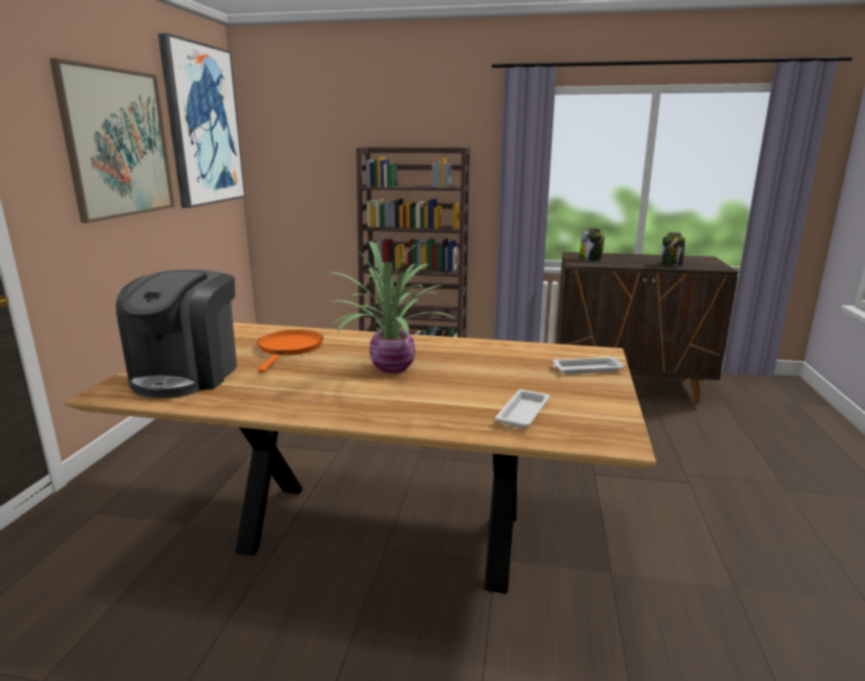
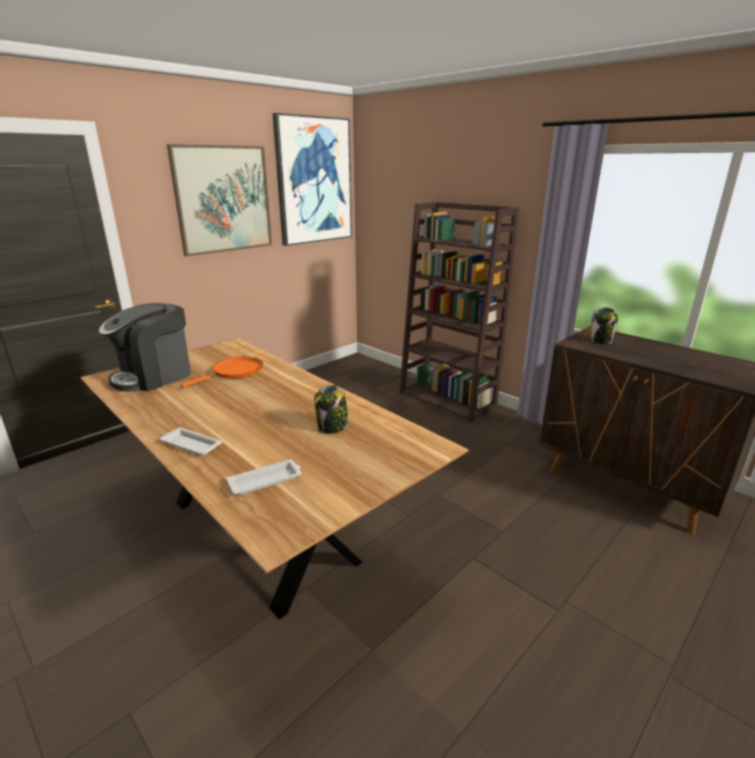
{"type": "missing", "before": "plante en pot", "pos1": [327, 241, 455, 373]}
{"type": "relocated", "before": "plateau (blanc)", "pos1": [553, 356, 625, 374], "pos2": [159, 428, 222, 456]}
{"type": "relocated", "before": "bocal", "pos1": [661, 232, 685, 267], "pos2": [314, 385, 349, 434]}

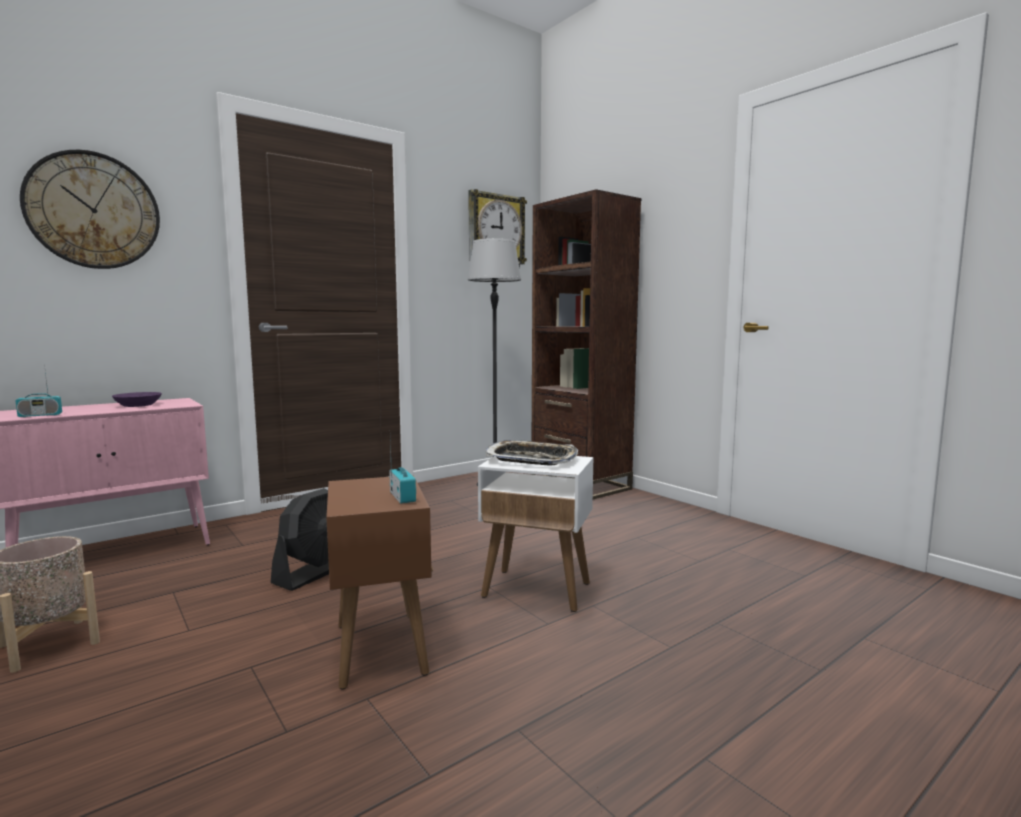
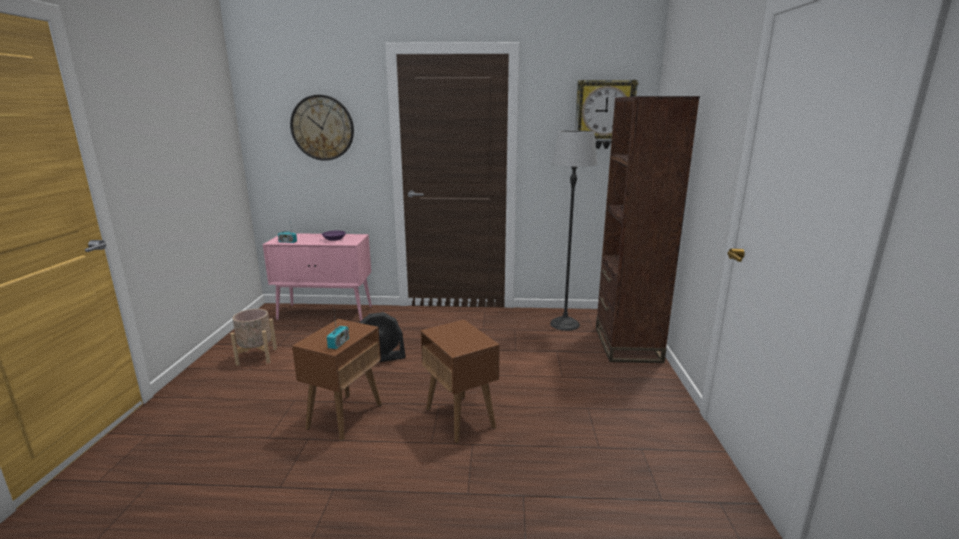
{"type": "missing", "before": "plateau", "pos1": [486, 440, 578, 466]}
{"type": "colour", "before": "table d'appoint (blanc)", "after": "table d'appoint (marron)", "pos1": [478, 456, 593, 612], "pos2": [421, 320, 500, 443]}

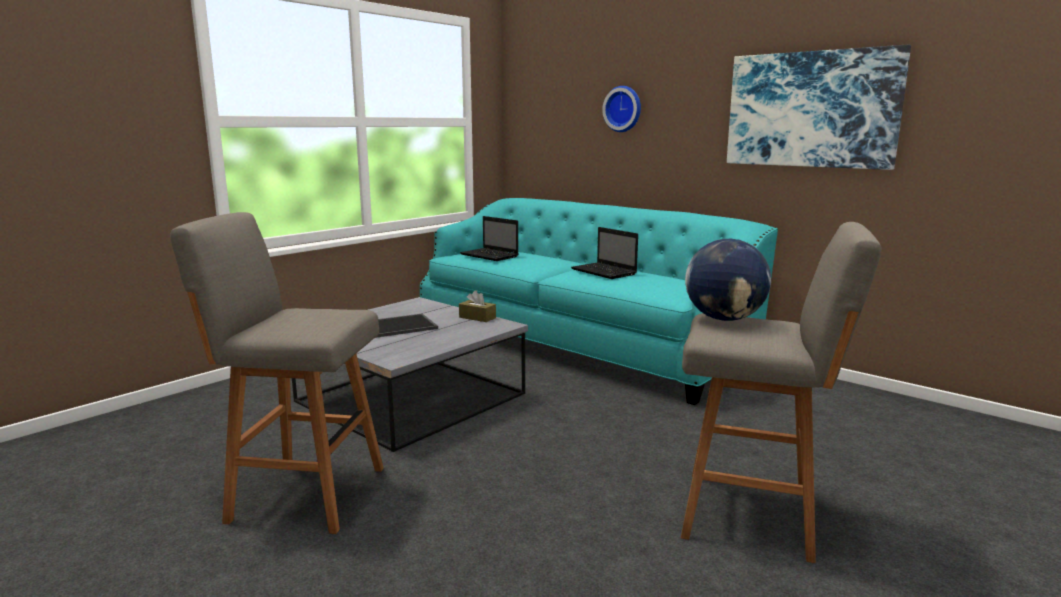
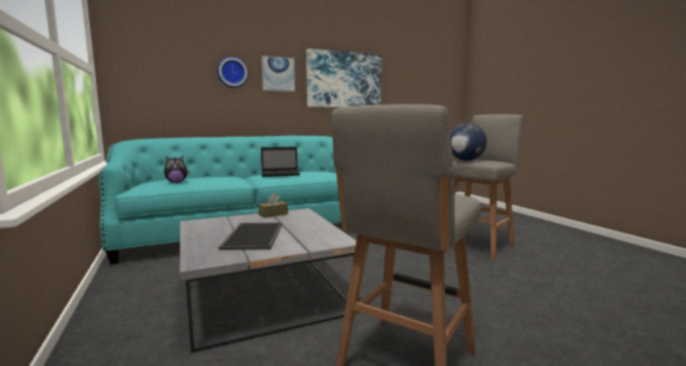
{"type": "appeared", "after": "tableau", "pos2": [261, 56, 295, 92]}
{"type": "exchanged", "before": "ordinateur portable", "after": "peluche", "pos1": [460, 216, 519, 261], "pos2": [164, 156, 189, 183]}

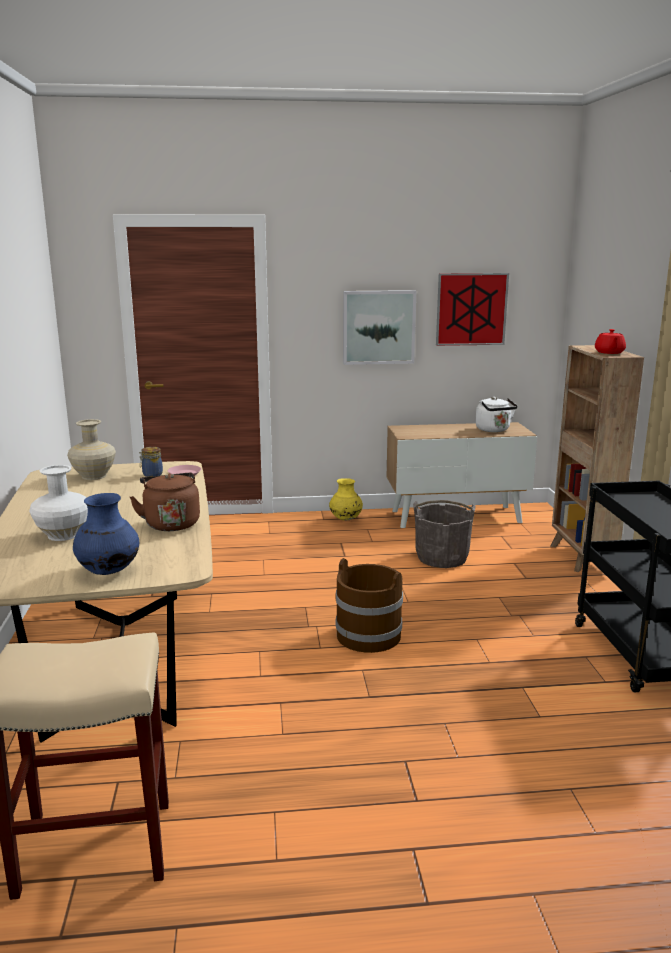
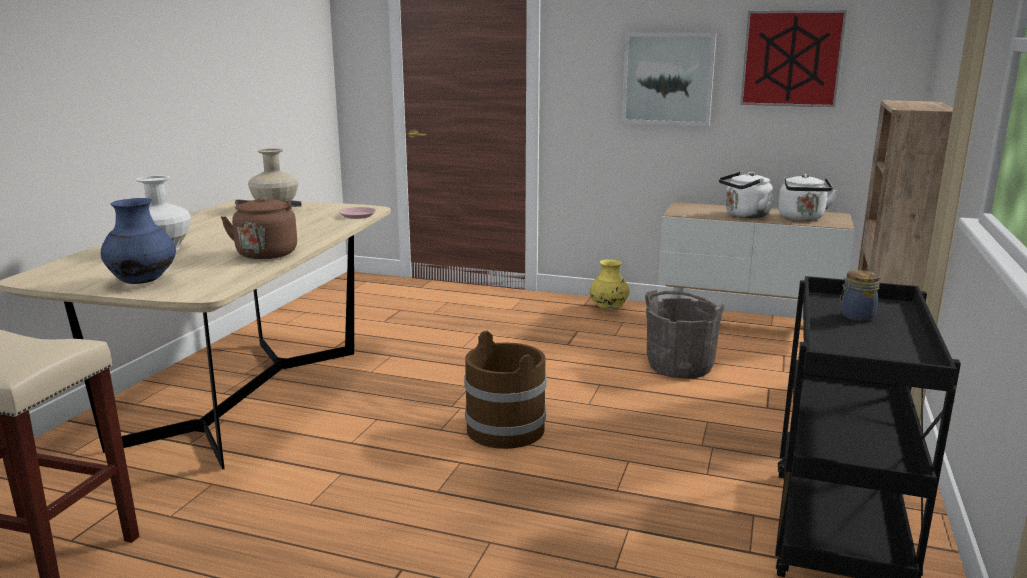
{"type": "missing", "before": "théière (rouge)", "pos1": [595, 329, 626, 354]}
{"type": "appeared", "after": "bouilloire (blanc)", "pos2": [719, 172, 773, 218]}
{"type": "relocated", "before": "bocal", "pos1": [139, 447, 163, 477], "pos2": [840, 270, 880, 321]}

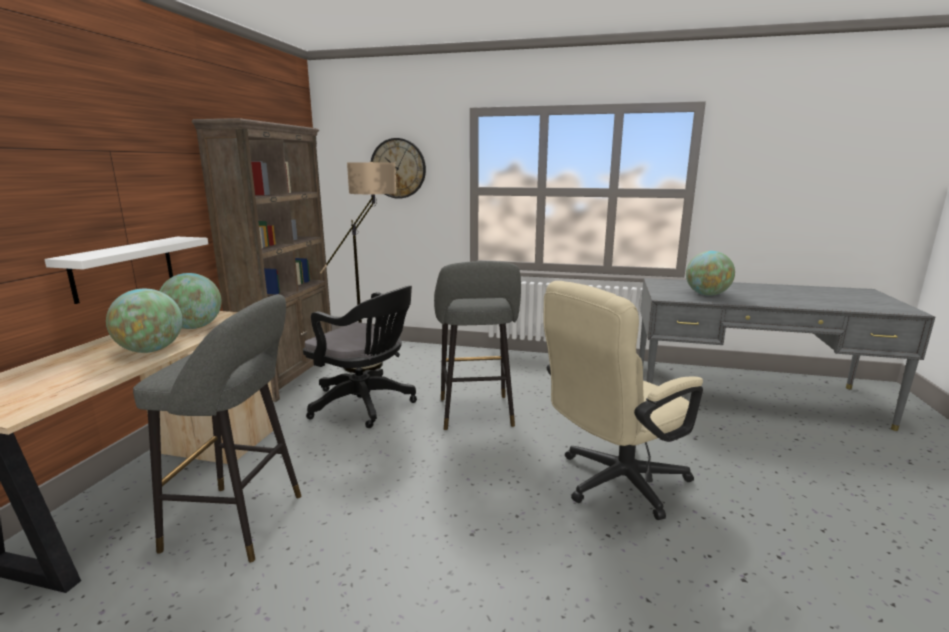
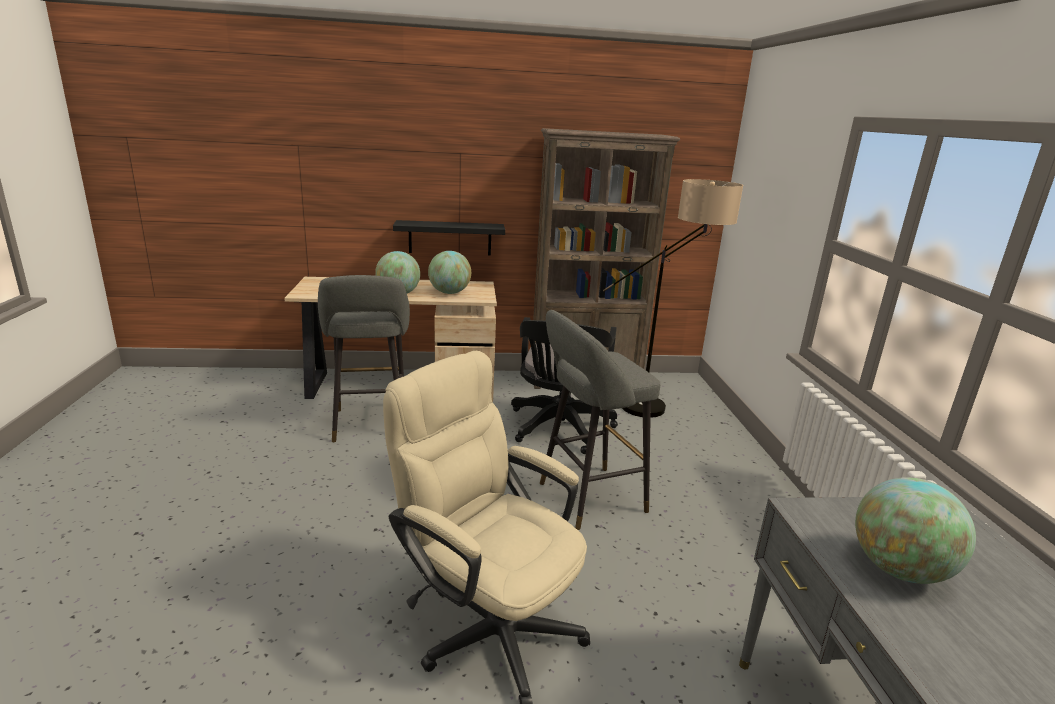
{"type": "missing", "before": "horloge murale", "pos1": [371, 138, 426, 199]}
{"type": "colour", "before": "étagère (blanc)", "after": "étagère (noir)", "pos1": [44, 237, 208, 304], "pos2": [393, 220, 505, 256]}

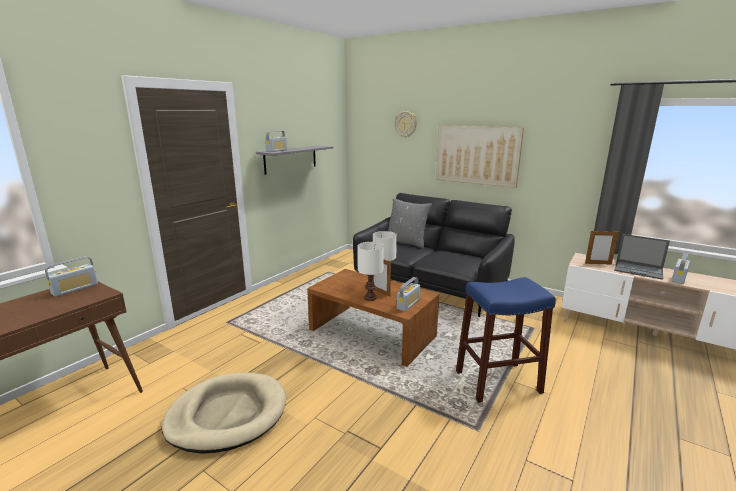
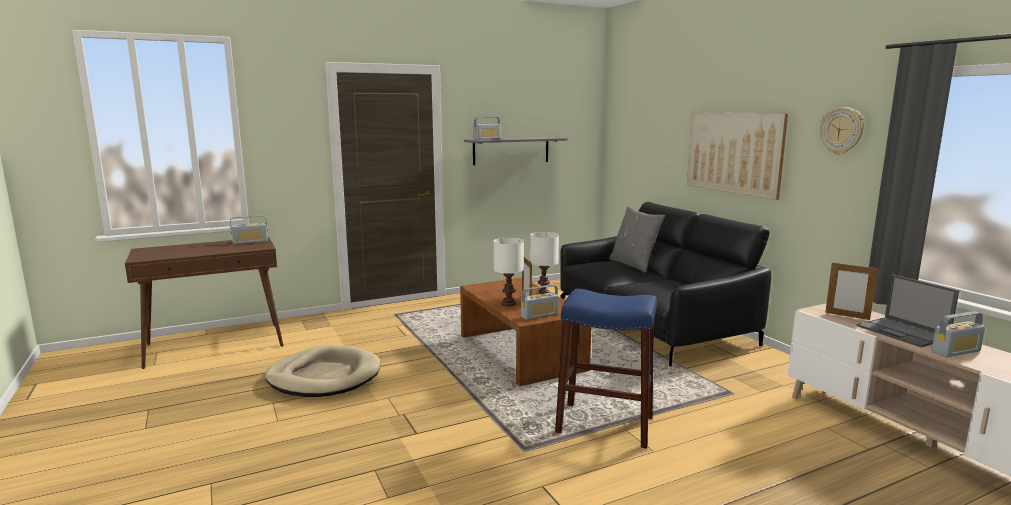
{"type": "relocated", "before": "horloge murale", "pos1": [394, 111, 417, 138], "pos2": [820, 107, 864, 154]}

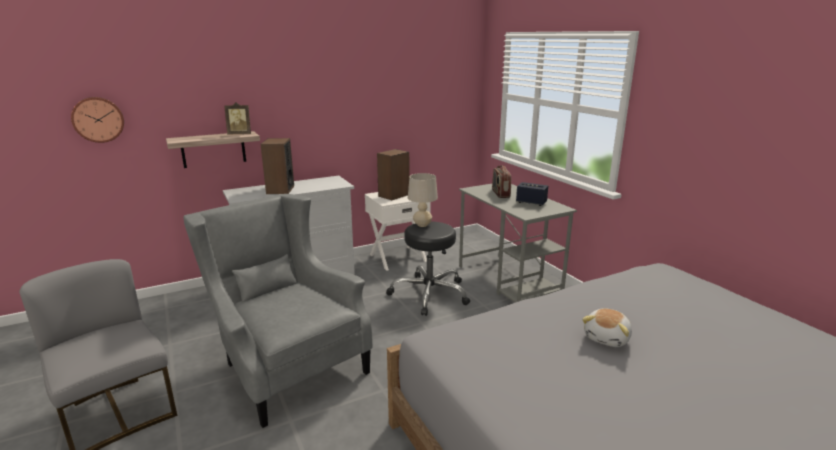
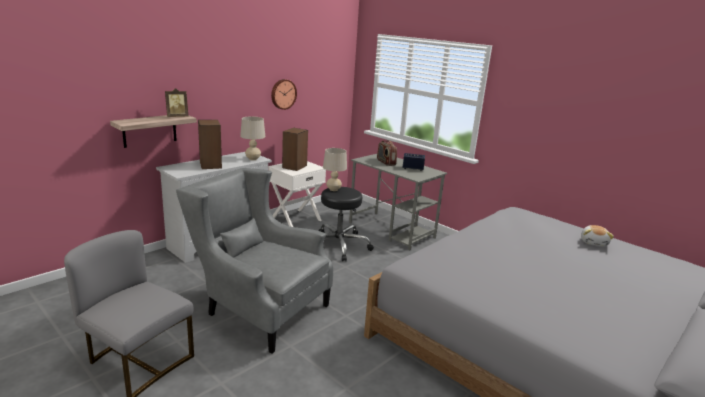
{"type": "appeared", "after": "lampe de table (beige)", "pos2": [240, 116, 265, 160]}
{"type": "relocated", "before": "horloge murale", "pos1": [71, 97, 124, 143], "pos2": [271, 79, 297, 110]}
{"type": "relocated", "before": "peluche", "pos1": [582, 308, 632, 347], "pos2": [581, 225, 614, 247]}

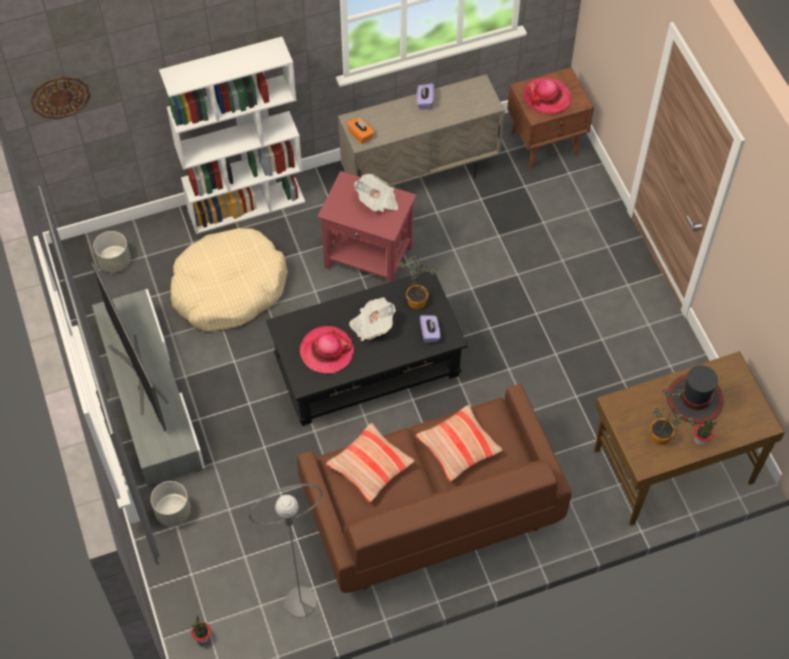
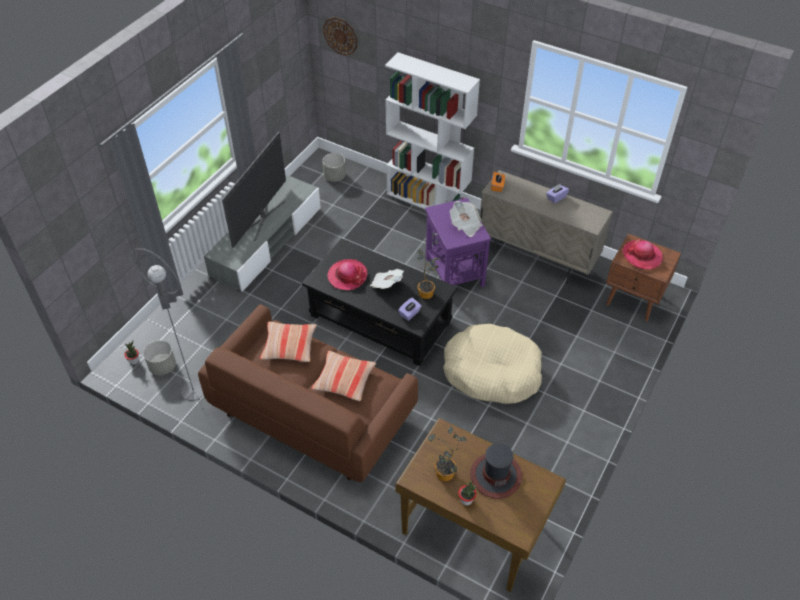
{"type": "relocated", "before": "cache-pot (gris)", "pos1": [151, 481, 191, 526], "pos2": [143, 340, 176, 375]}
{"type": "relocated", "before": "panier pour chien (beige)", "pos1": [171, 228, 288, 331], "pos2": [443, 324, 542, 404]}
{"type": "colour", "before": "table d'appoint (rouge)", "after": "table d'appoint (violet)", "pos1": [317, 171, 416, 283], "pos2": [425, 198, 491, 287]}

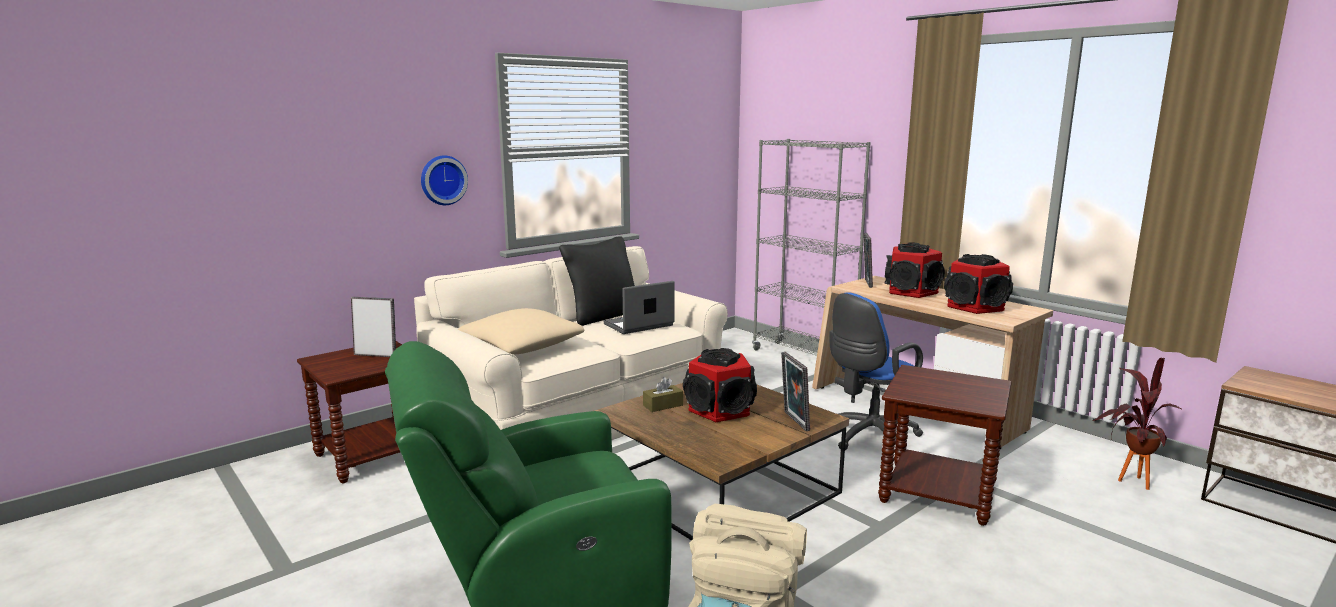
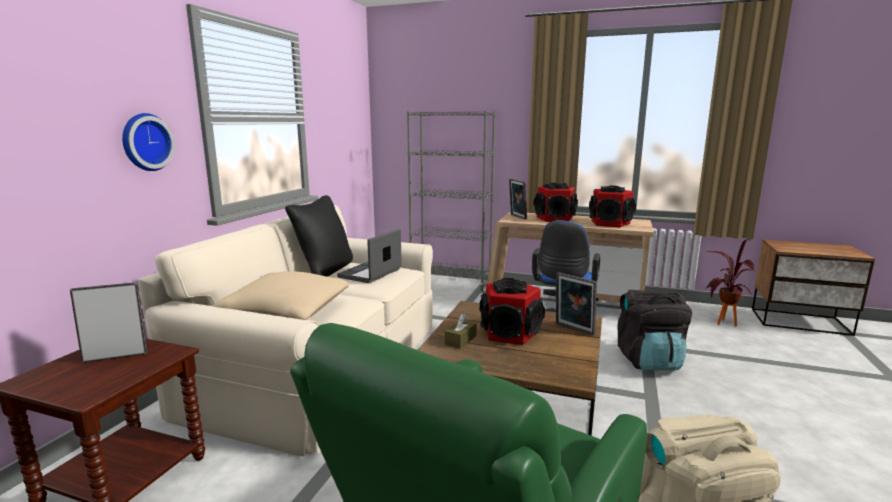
{"type": "exchanged", "before": "table d'appoint (marron)", "after": "sac à dos (noir)", "pos1": [878, 365, 1012, 526], "pos2": [618, 290, 692, 371]}

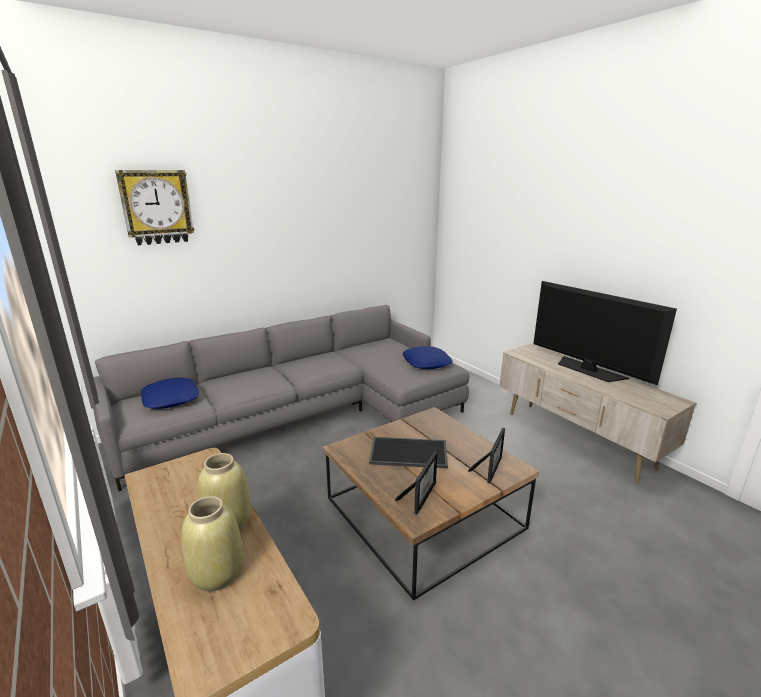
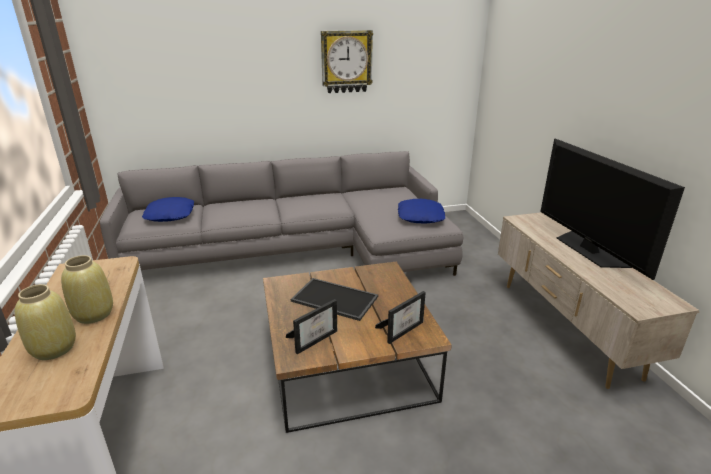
{"type": "relocated", "before": "horloge murale", "pos1": [115, 170, 195, 245], "pos2": [321, 30, 373, 93]}

